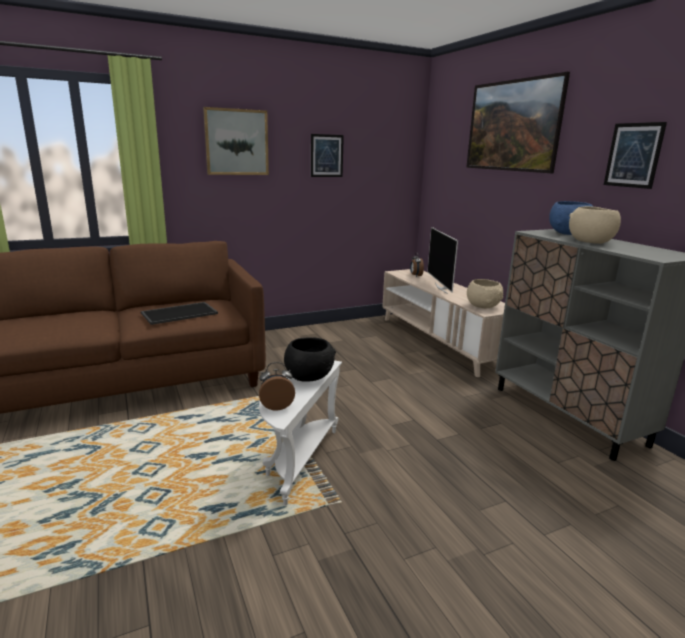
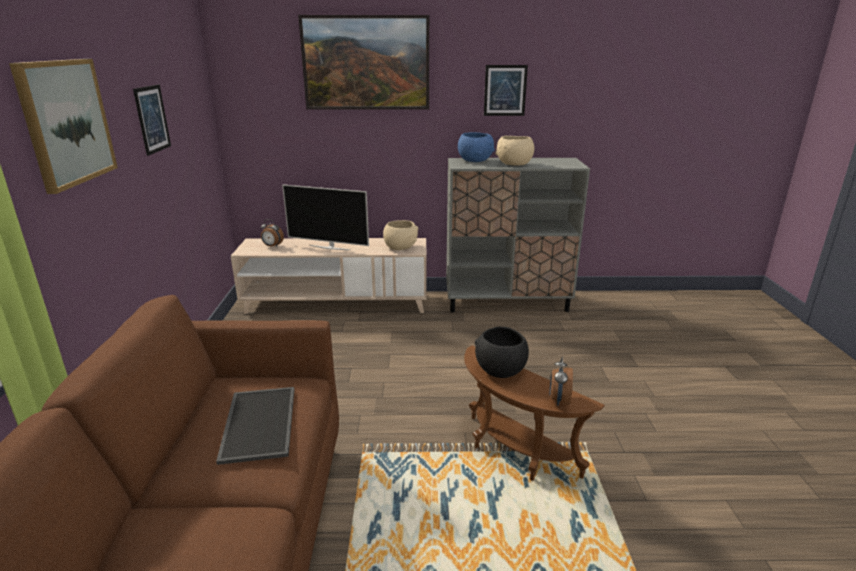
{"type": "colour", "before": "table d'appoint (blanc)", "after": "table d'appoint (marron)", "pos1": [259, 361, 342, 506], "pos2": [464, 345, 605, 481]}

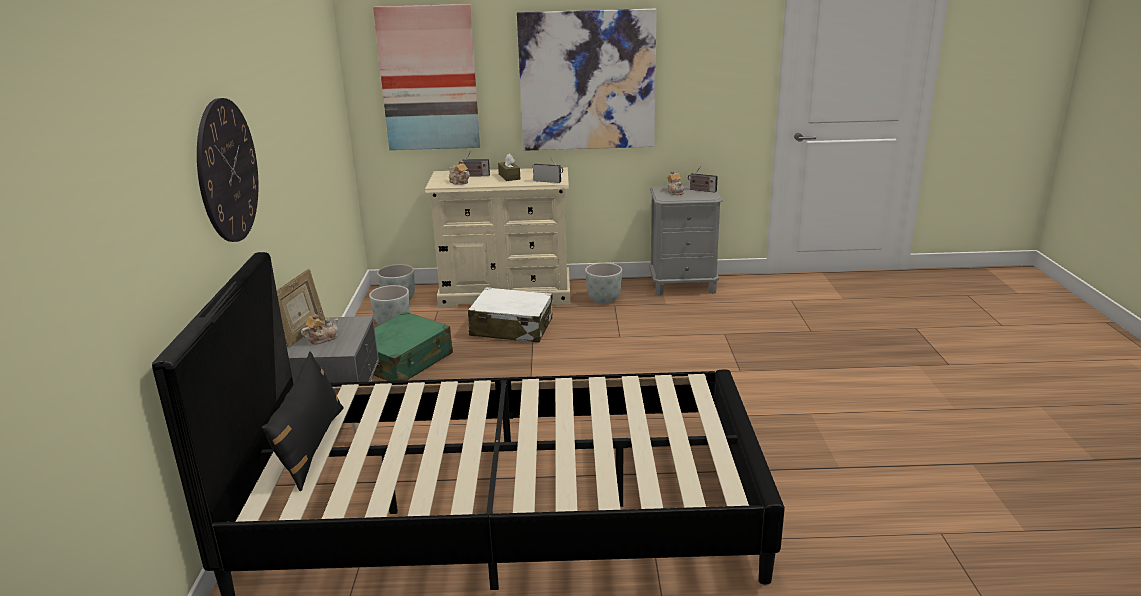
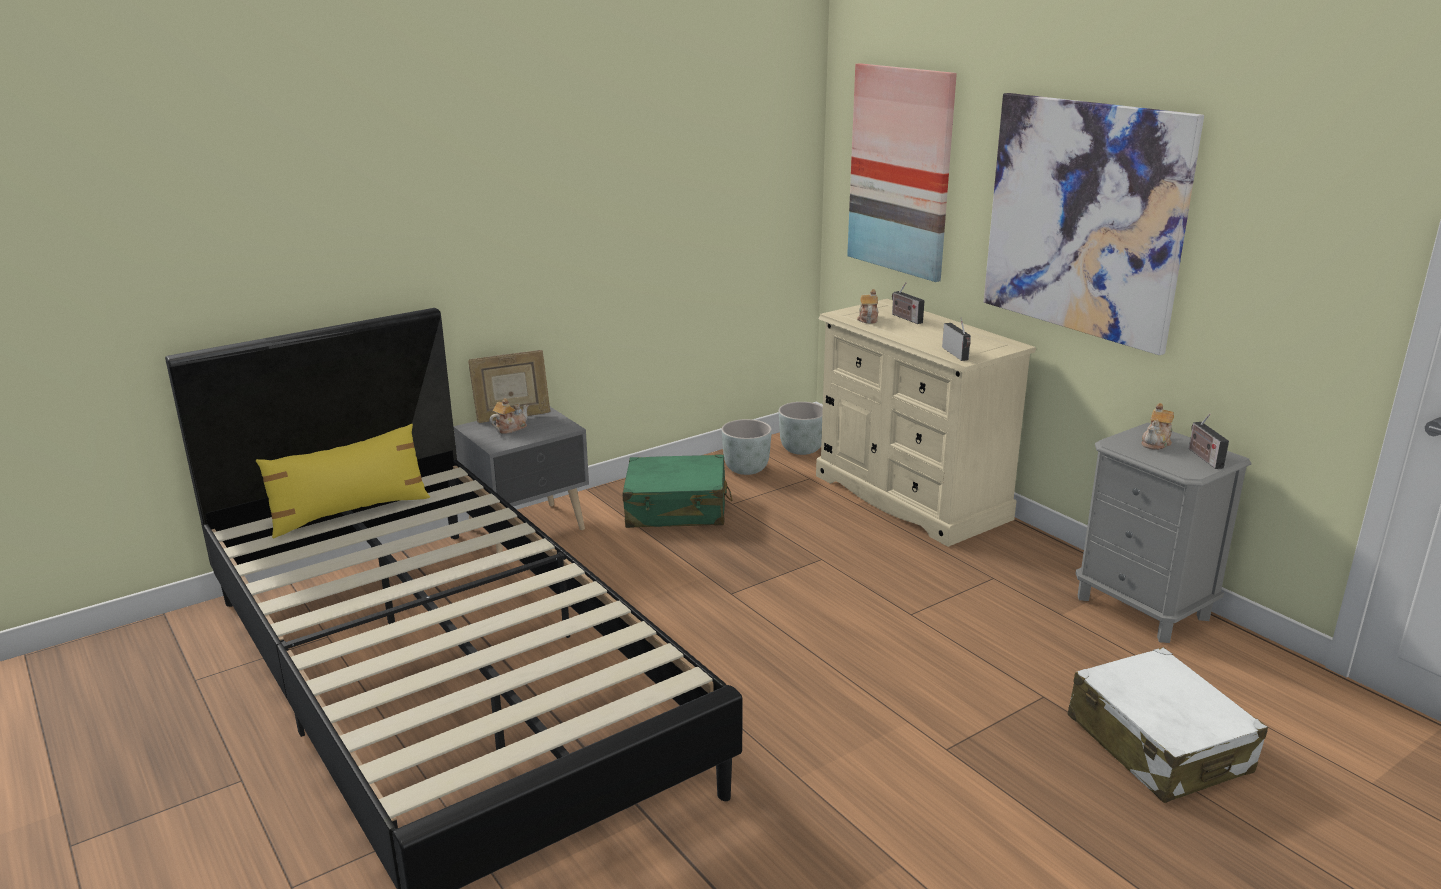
{"type": "missing", "before": "horloge murale", "pos1": [197, 98, 258, 242]}
{"type": "missing", "before": "boîte à mouchoirs (marron)", "pos1": [498, 153, 520, 181]}
{"type": "missing", "before": "cache-pot (gris)", "pos1": [585, 263, 622, 303]}
{"type": "relocated", "before": "valise (blanc)", "pos1": [468, 287, 553, 343], "pos2": [1068, 647, 1268, 803]}
{"type": "colour", "before": "coussin (noir)", "after": "coussin (jaune)", "pos1": [262, 352, 344, 491], "pos2": [256, 424, 430, 539]}
{"type": "spun", "before": "théière", "pos1": [301, 314, 339, 345], "pos2": [489, 398, 528, 434], "turn": -60}

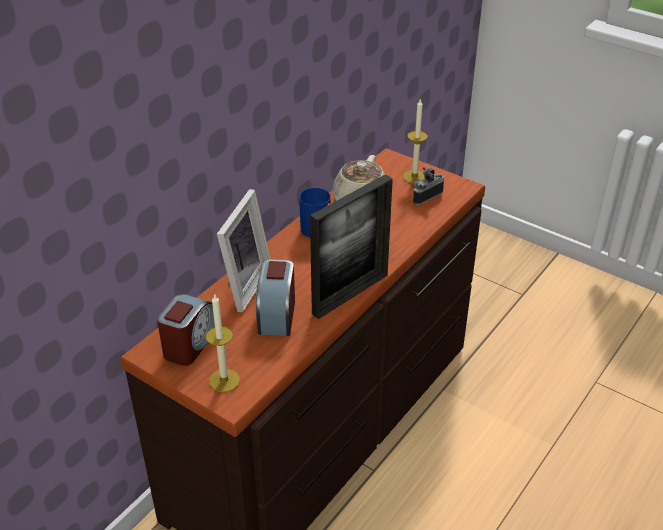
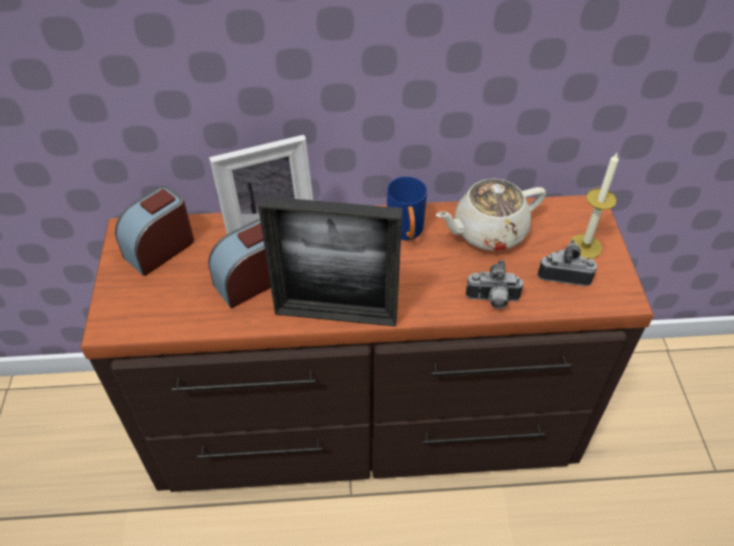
{"type": "missing", "before": "bougie", "pos1": [206, 293, 240, 392]}
{"type": "appeared", "after": "appareil photo", "pos2": [466, 260, 524, 309]}
{"type": "spun", "before": "réveil", "pos1": [157, 294, 215, 366], "pos2": [115, 186, 194, 276], "turn": 150}

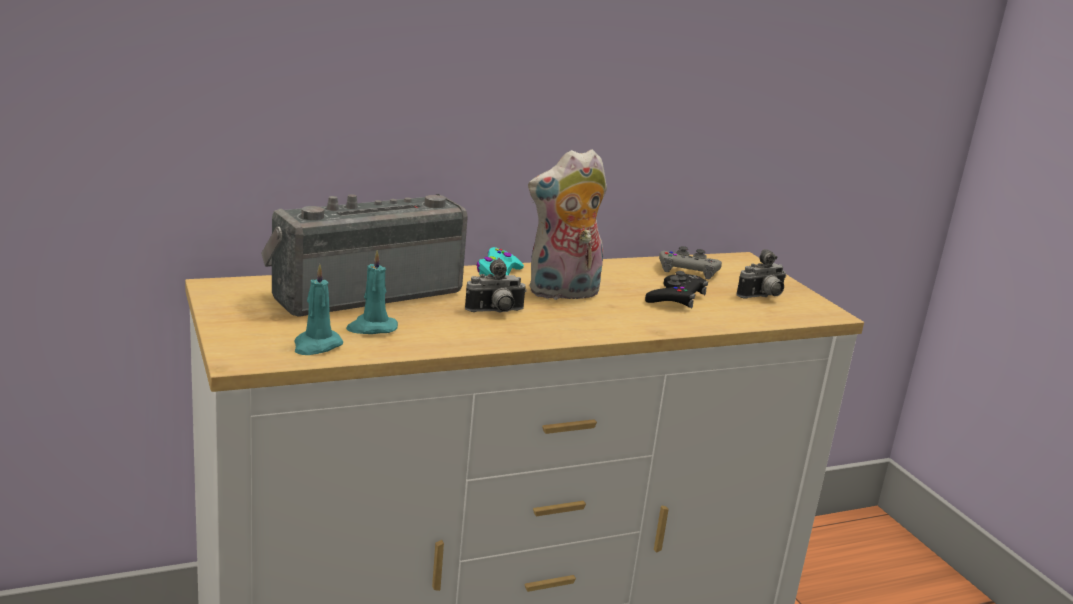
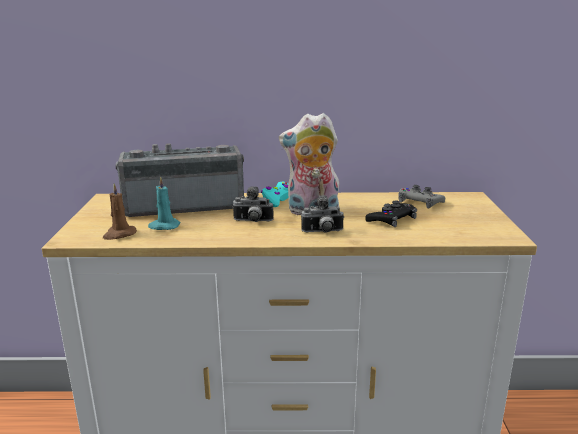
{"type": "relocated", "before": "appareil photo", "pos1": [736, 249, 786, 299], "pos2": [301, 195, 344, 233]}
{"type": "colour", "before": "bougie (turquoise)", "after": "bougie (marron)", "pos1": [294, 264, 343, 355], "pos2": [103, 183, 137, 240]}

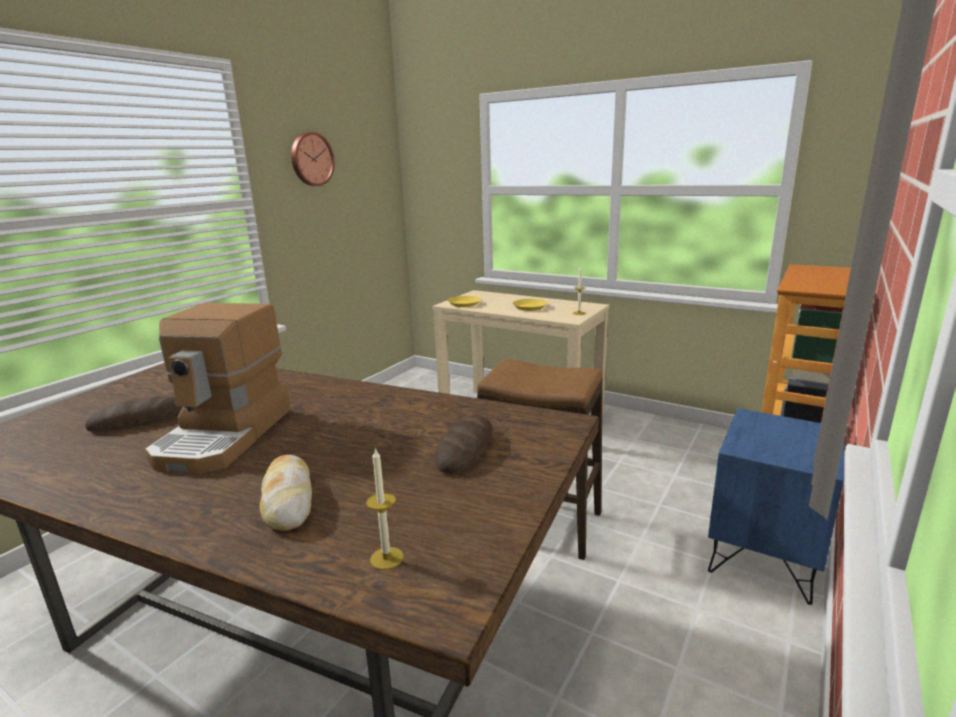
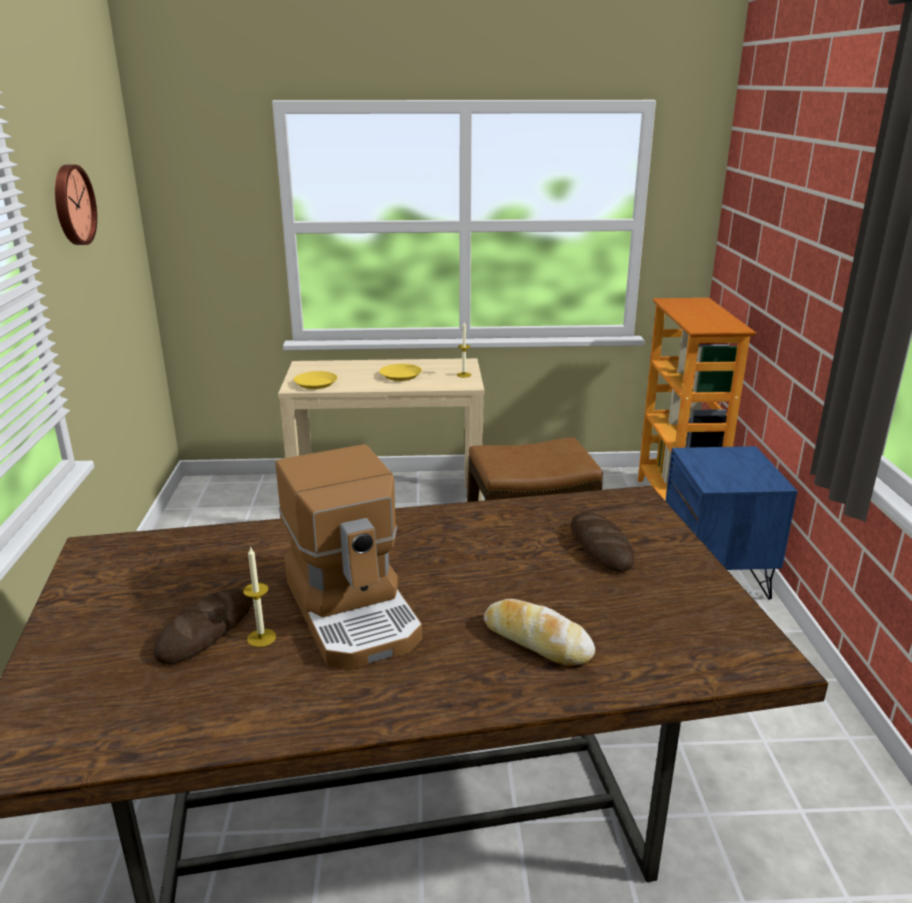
{"type": "relocated", "before": "bougie", "pos1": [366, 448, 404, 570], "pos2": [243, 546, 276, 647]}

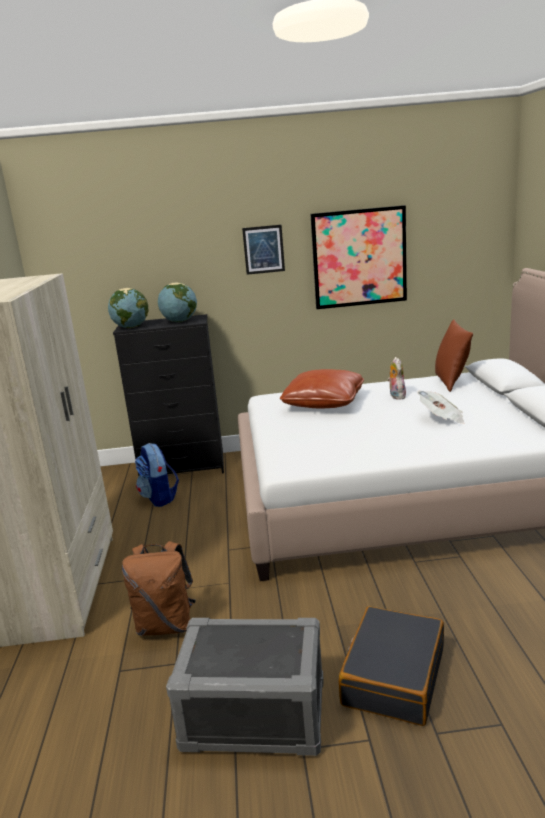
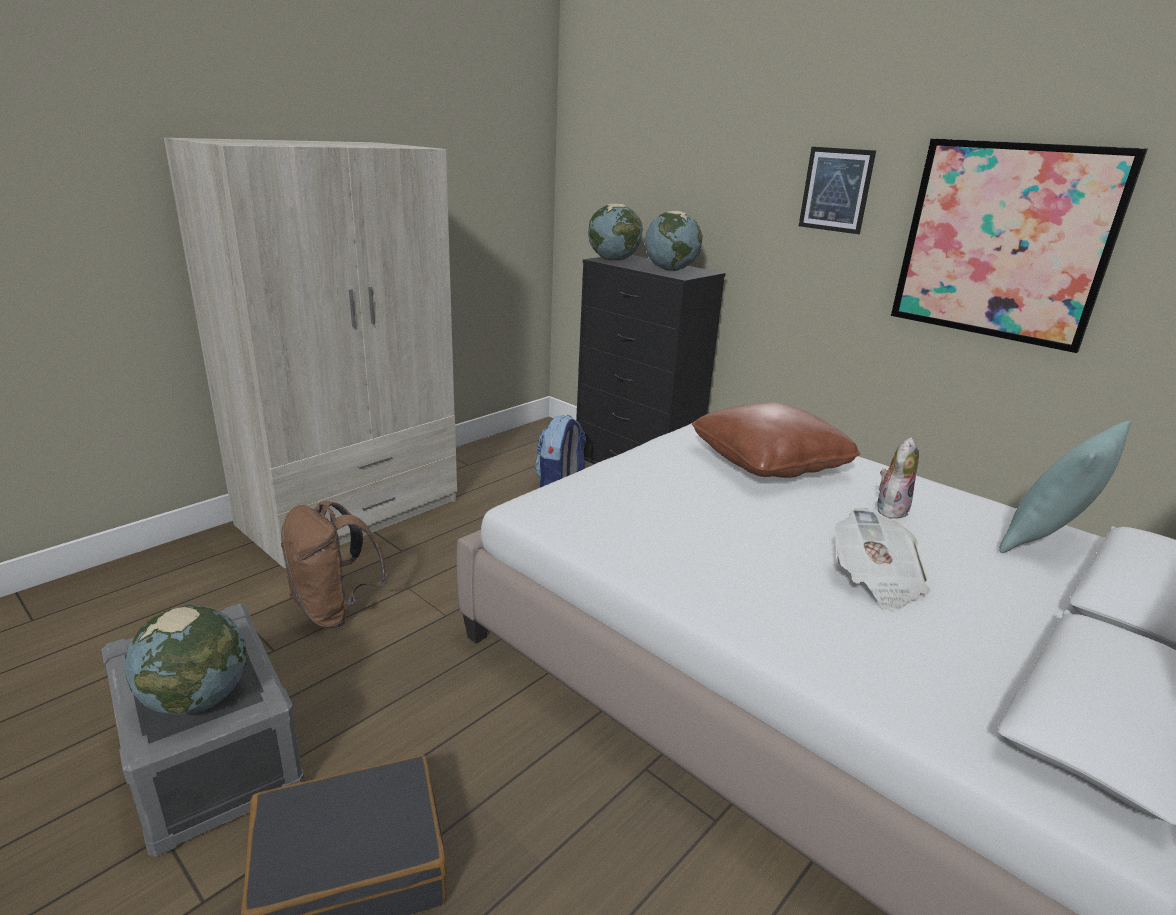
{"type": "appeared", "after": "globe", "pos2": [124, 605, 248, 715]}
{"type": "colour", "before": "coussin (marron)", "after": "coussin (turquoise)", "pos1": [435, 319, 473, 392], "pos2": [999, 421, 1132, 553]}

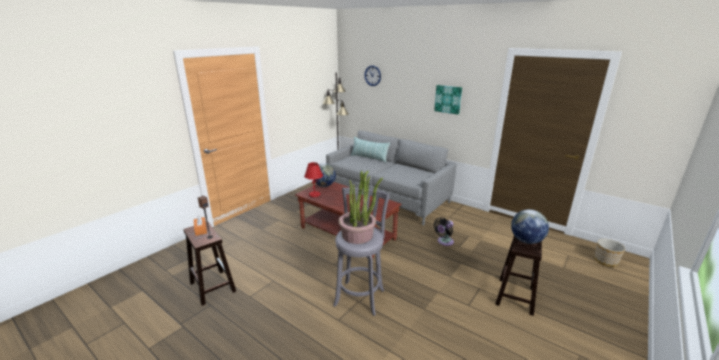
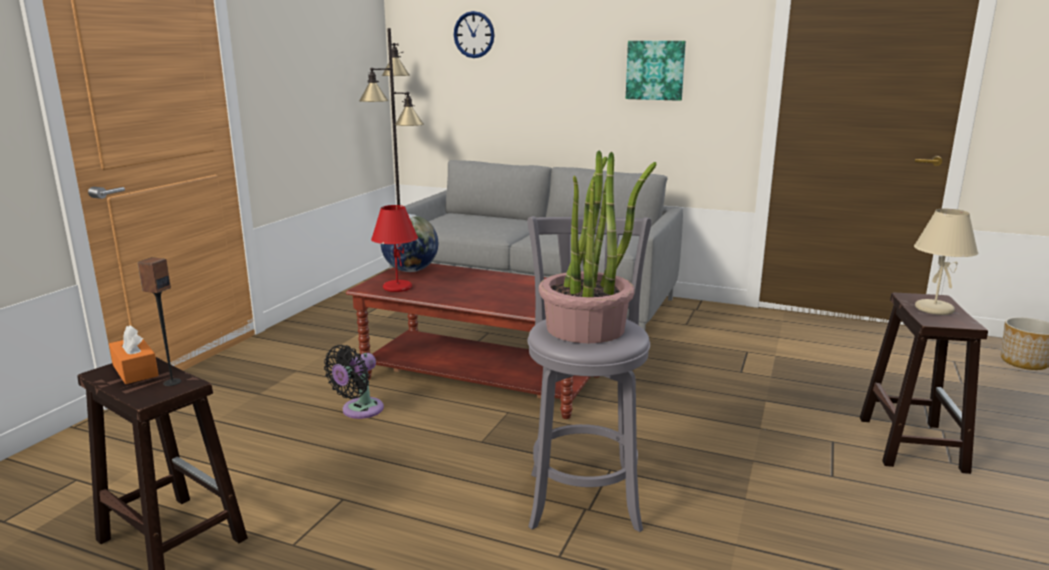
{"type": "missing", "before": "coussin", "pos1": [351, 137, 390, 162]}
{"type": "relocated", "before": "ventilateur (noir)", "pos1": [434, 217, 454, 246], "pos2": [324, 345, 384, 419]}
{"type": "exchanged", "before": "globe", "after": "lampe de table (beige)", "pos1": [511, 209, 549, 244], "pos2": [914, 209, 978, 315]}

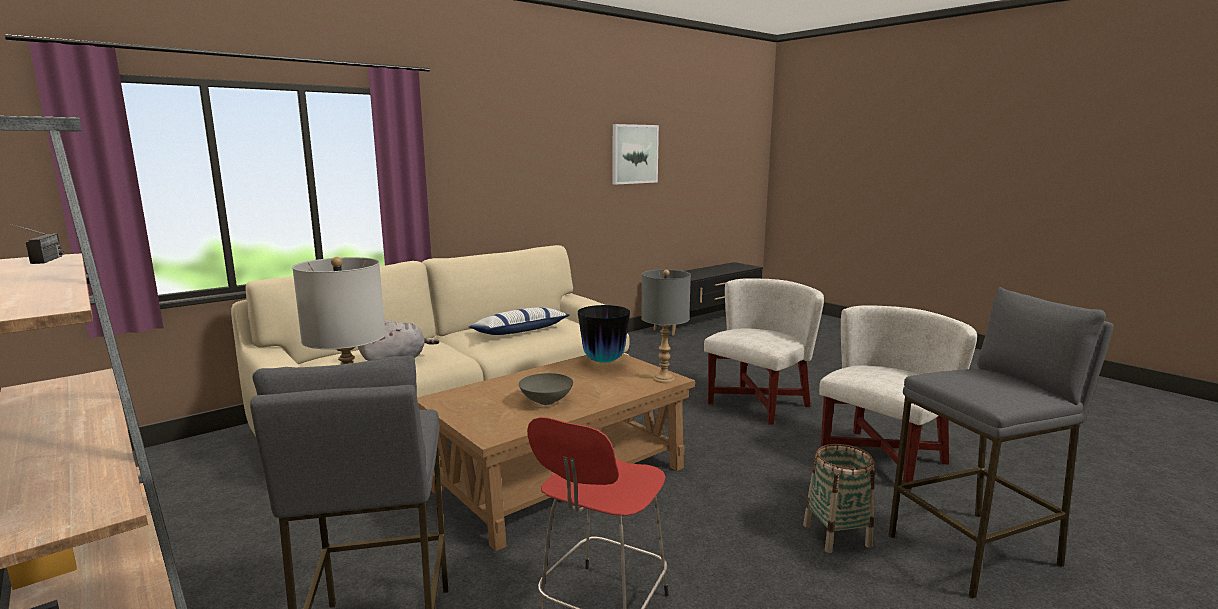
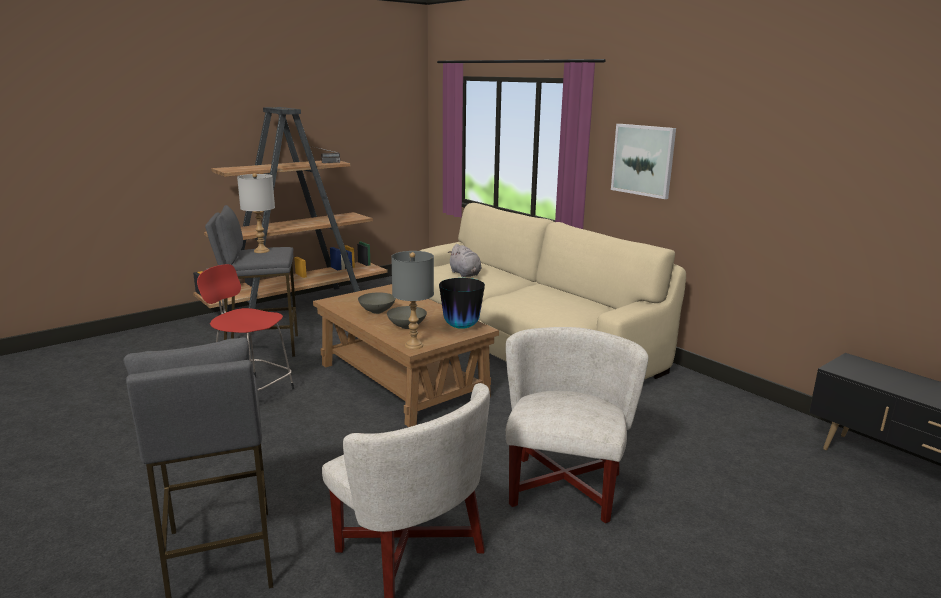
{"type": "missing", "before": "coussin", "pos1": [469, 307, 569, 335]}
{"type": "missing", "before": "panier", "pos1": [803, 444, 874, 553]}
{"type": "appeared", "after": "bol (gris)", "pos2": [387, 306, 427, 329]}
{"type": "relocated", "before": "tableau", "pos1": [613, 124, 659, 185], "pos2": [611, 124, 676, 199]}
{"type": "spun", "before": "fauteuil (blanc)", "pos1": [704, 278, 824, 425], "pos2": [505, 327, 648, 523], "turn": -120}

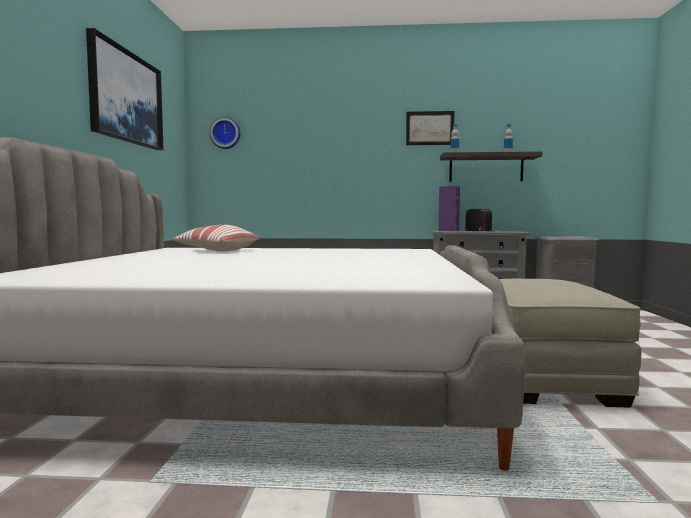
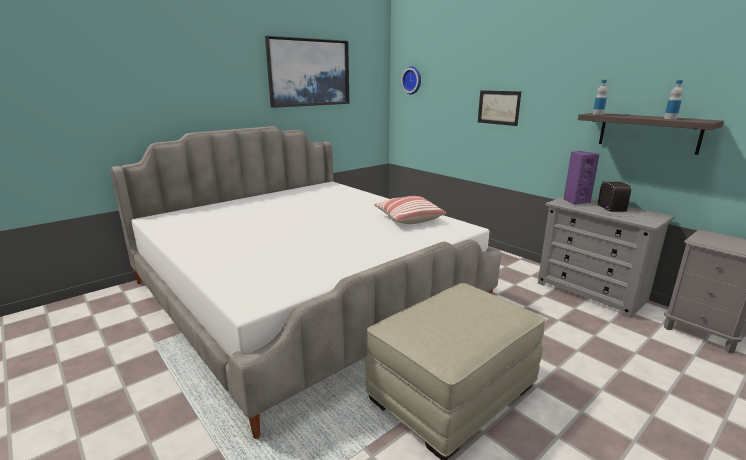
{"type": "relocated", "before": "coussin", "pos1": [171, 224, 259, 251], "pos2": [374, 196, 446, 224]}
{"type": "relocated", "before": "tableau", "pos1": [406, 111, 454, 145], "pos2": [478, 90, 521, 126]}

